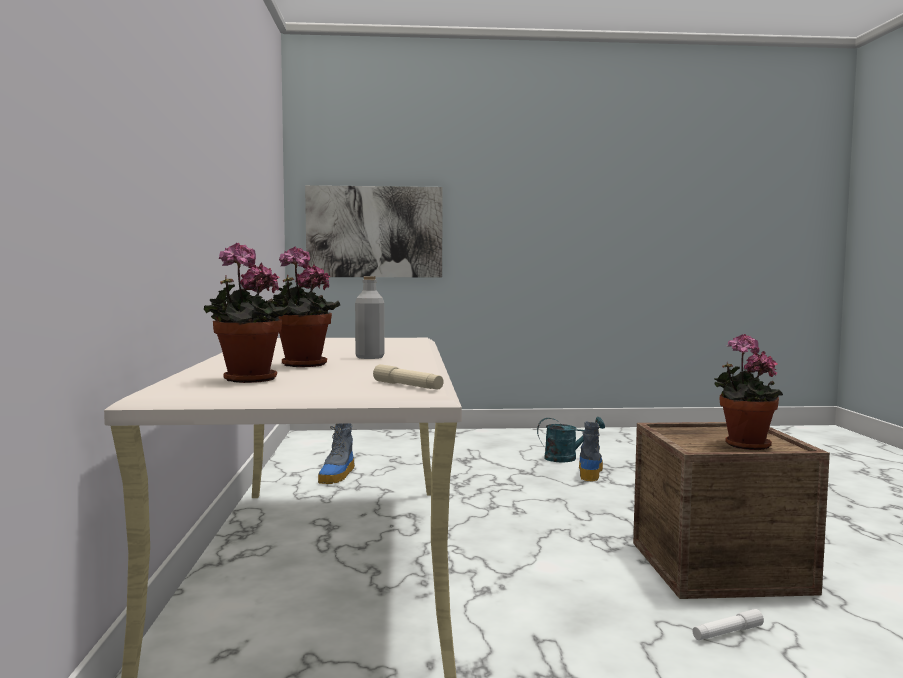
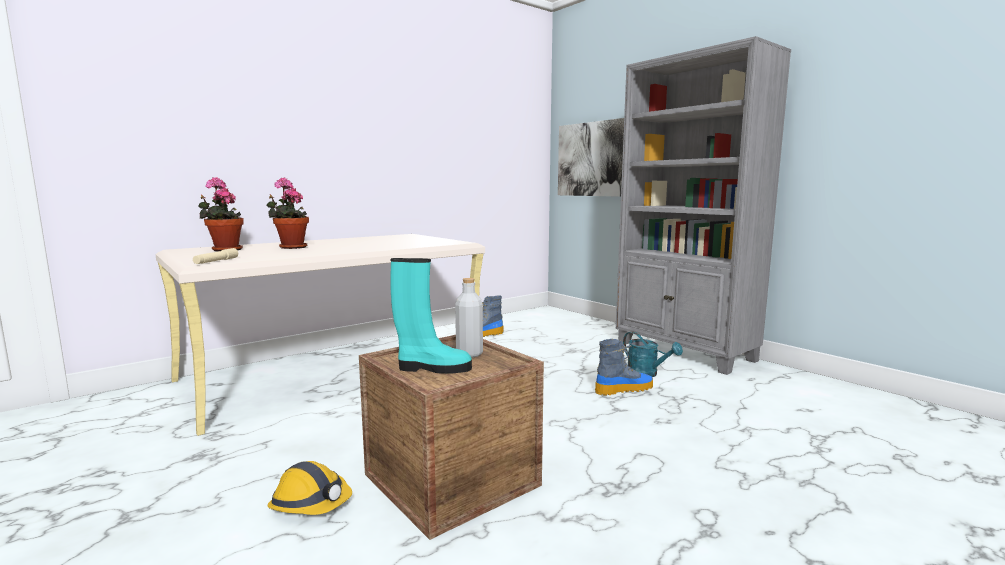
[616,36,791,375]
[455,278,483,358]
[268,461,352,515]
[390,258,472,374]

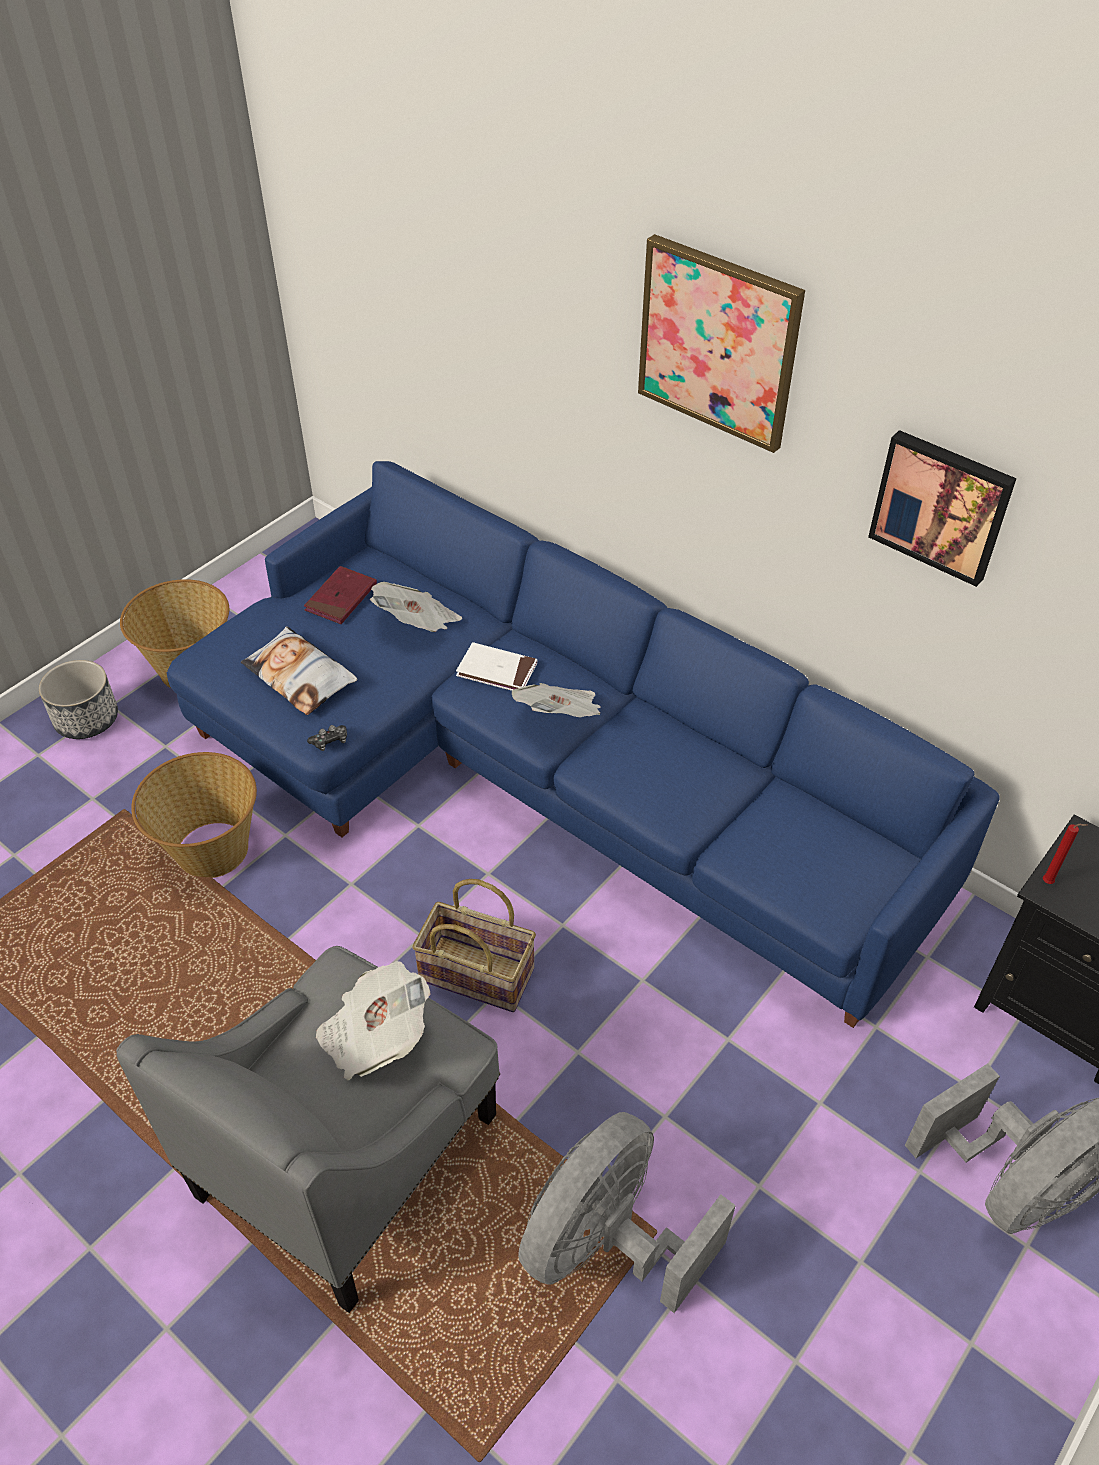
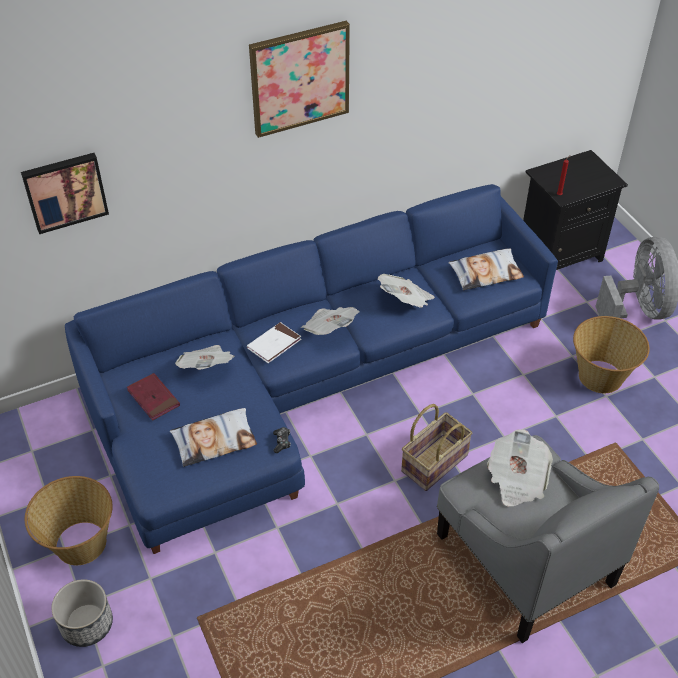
[518,1112,736,1313] (first image)
[378,274,435,308]
[448,249,524,290]
[573,316,650,393]
[21,153,109,234]

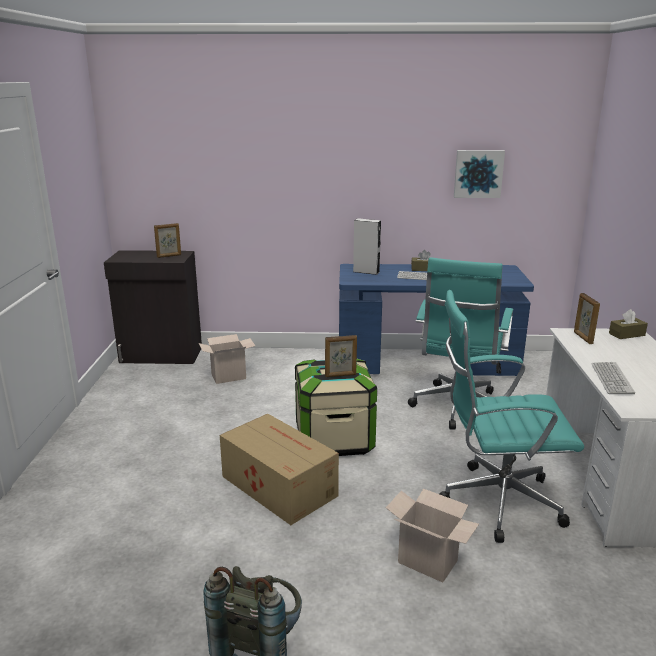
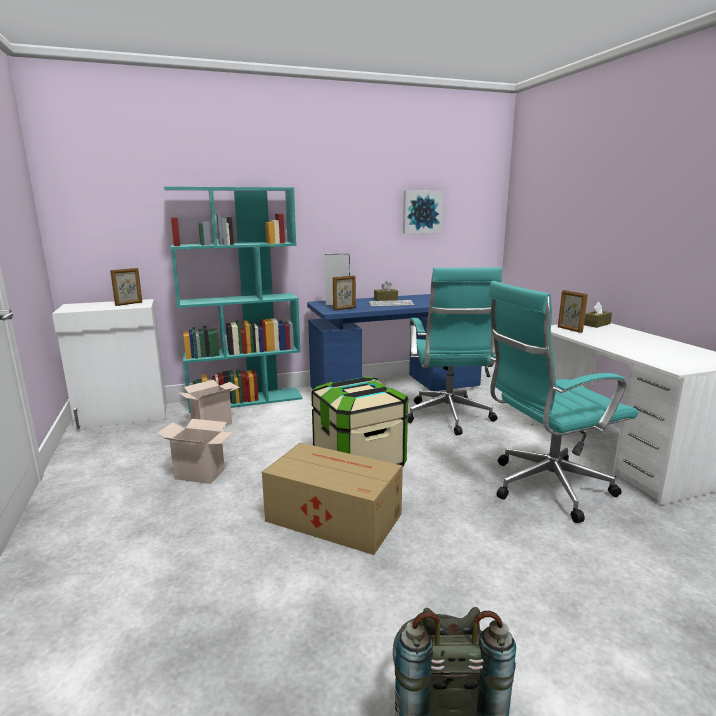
[591,362,635,394] (first image)
[164,187,302,413]
[333,275,356,310]
[157,419,234,484]
[52,299,167,430]

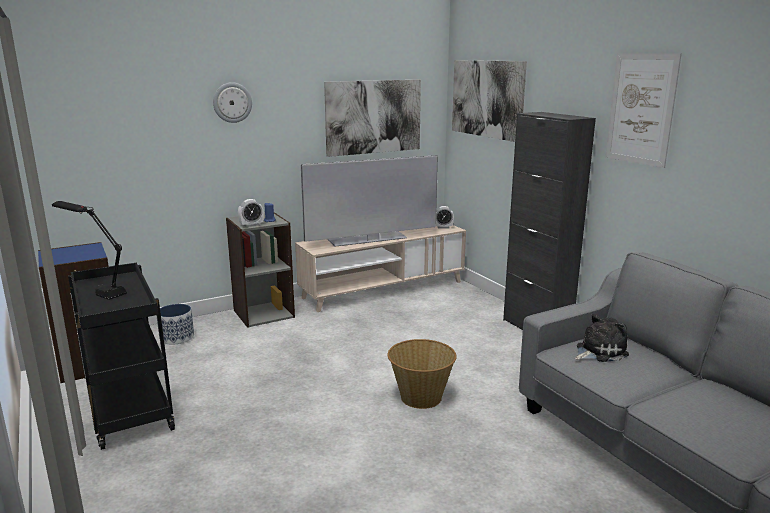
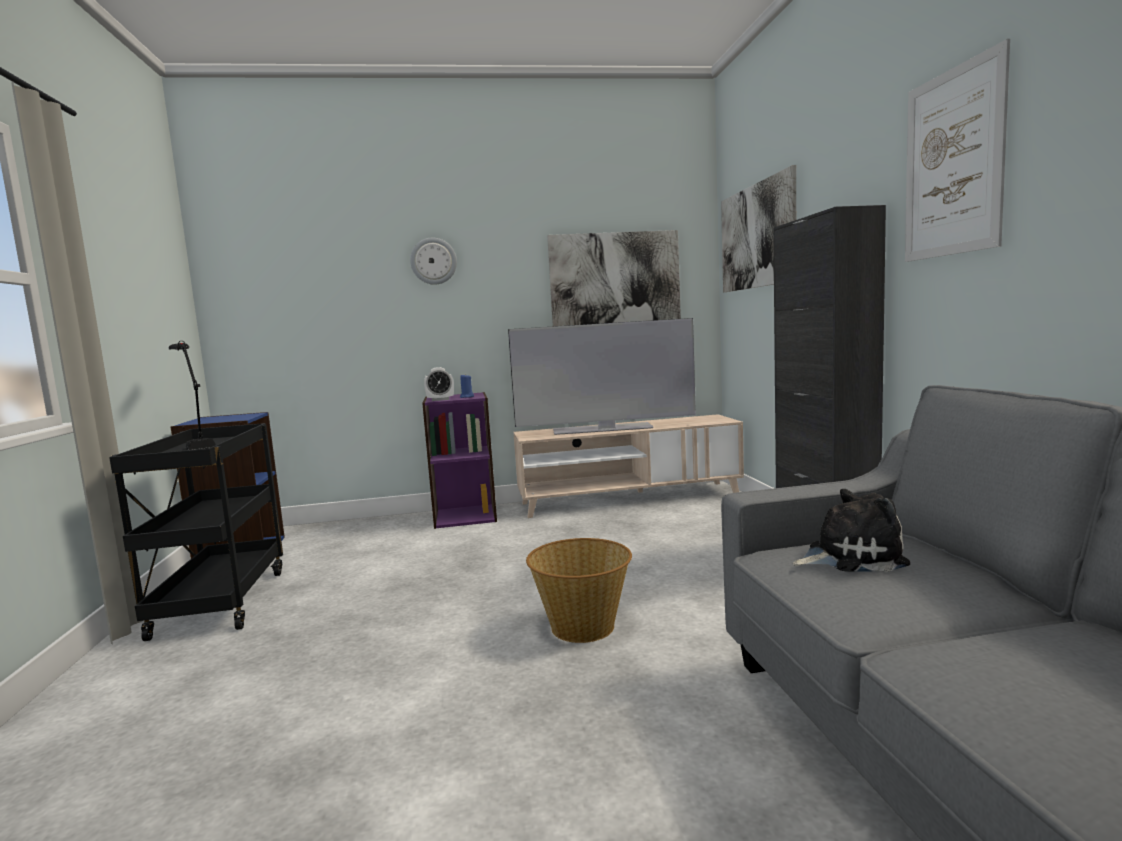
[156,304,194,345] (first image)
[436,206,454,228] (first image)
[422,392,497,529]

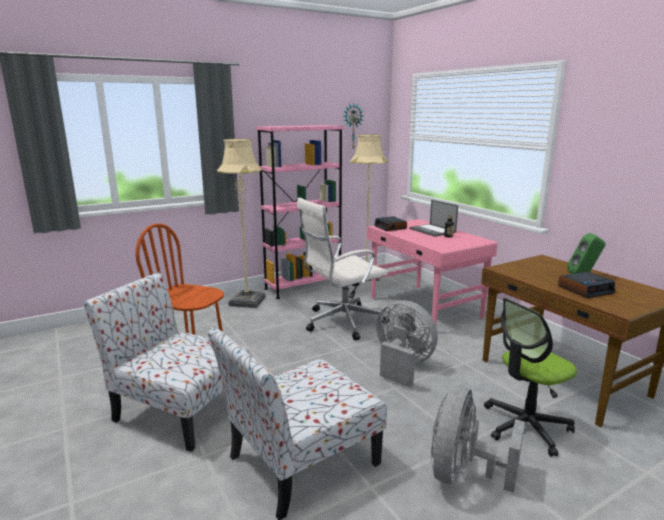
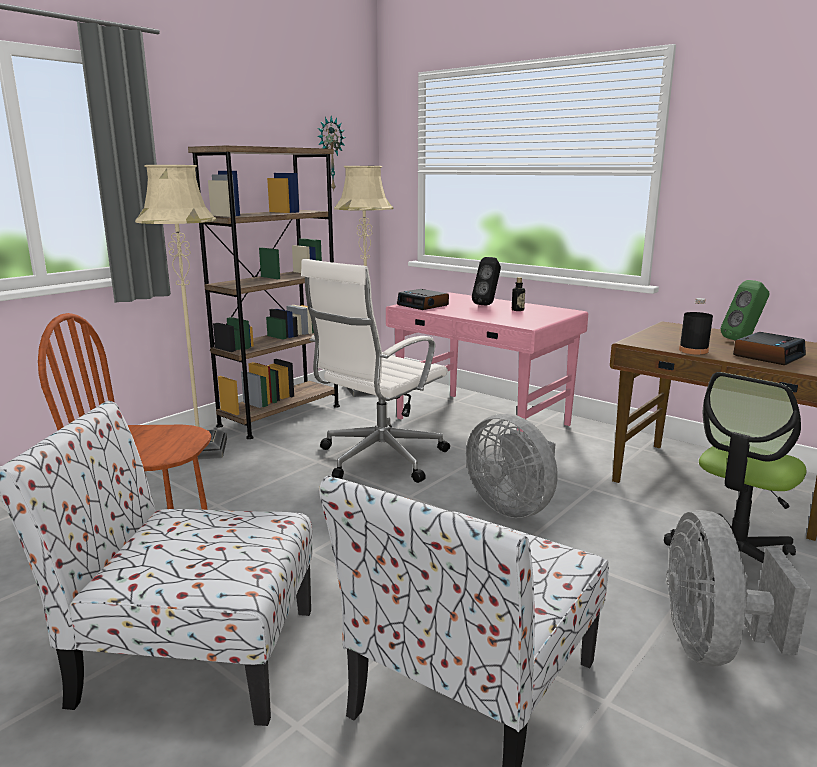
[679,298,713,355]
[472,257,501,305]
[188,145,340,439]
[466,414,558,518]

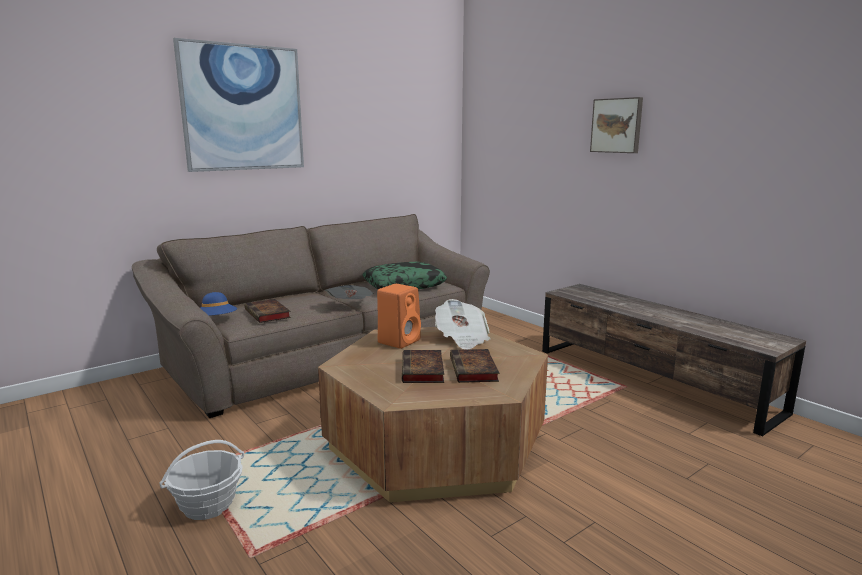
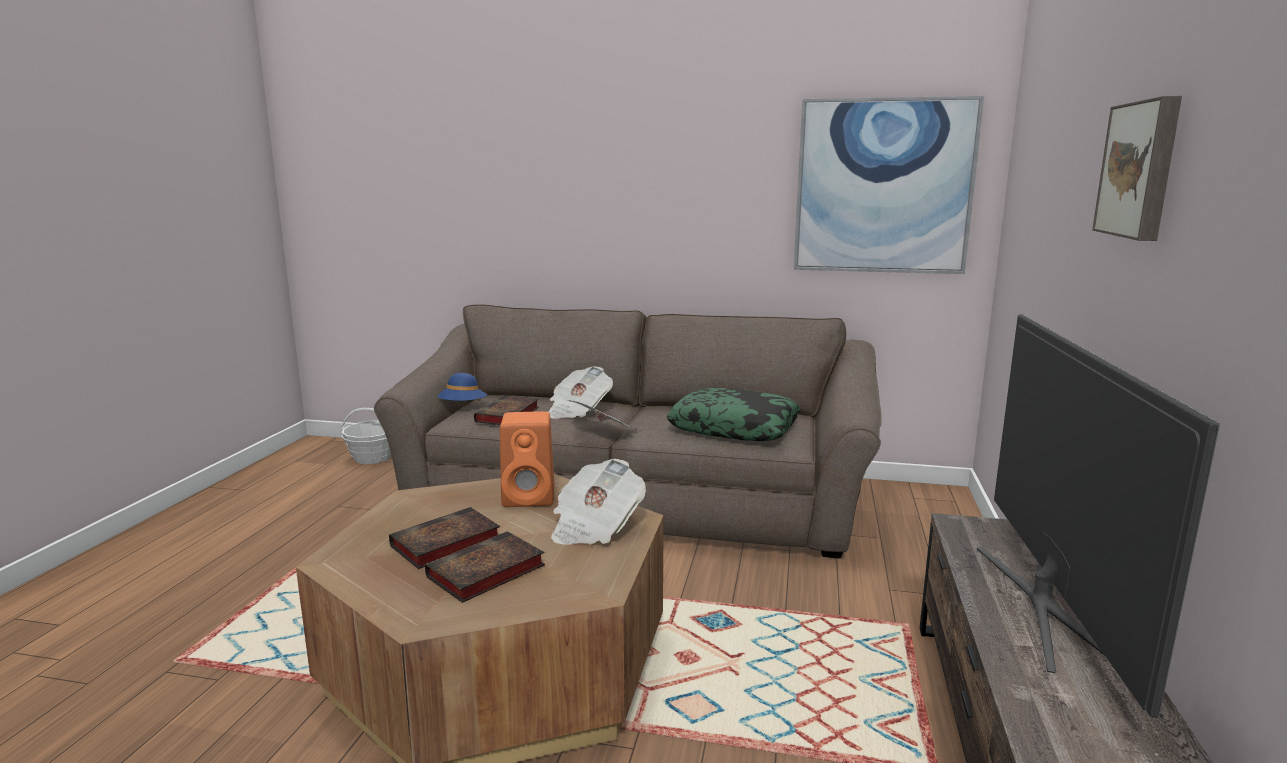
[548,366,613,419]
[977,314,1220,719]
[340,408,391,464]
[794,96,984,274]

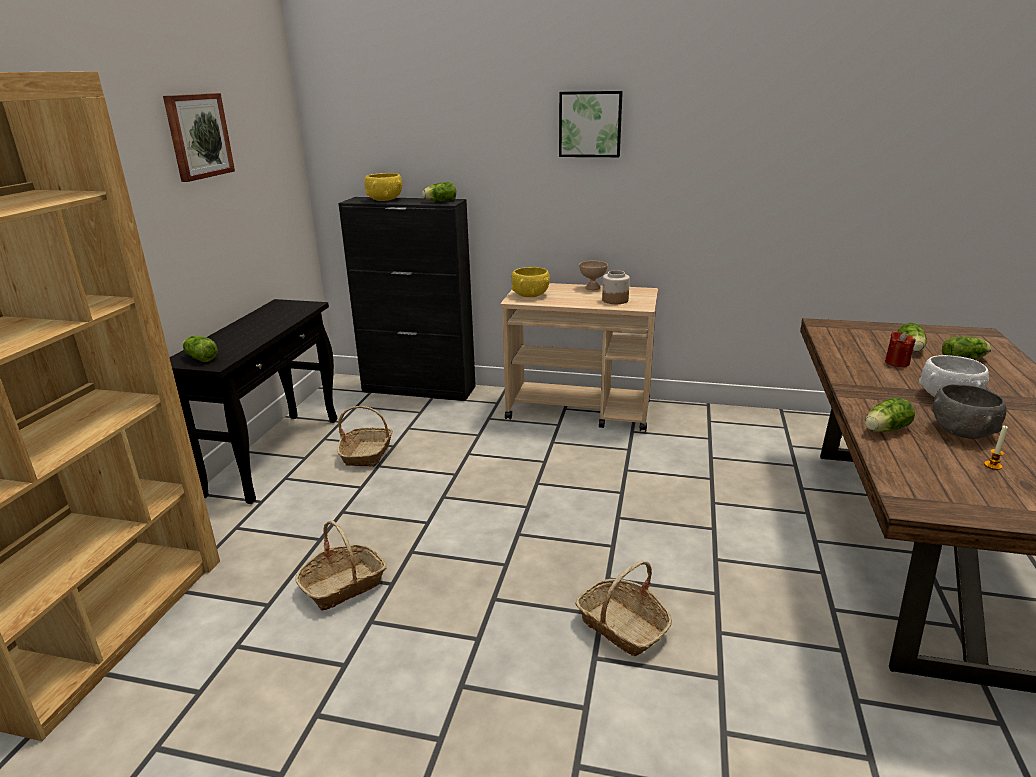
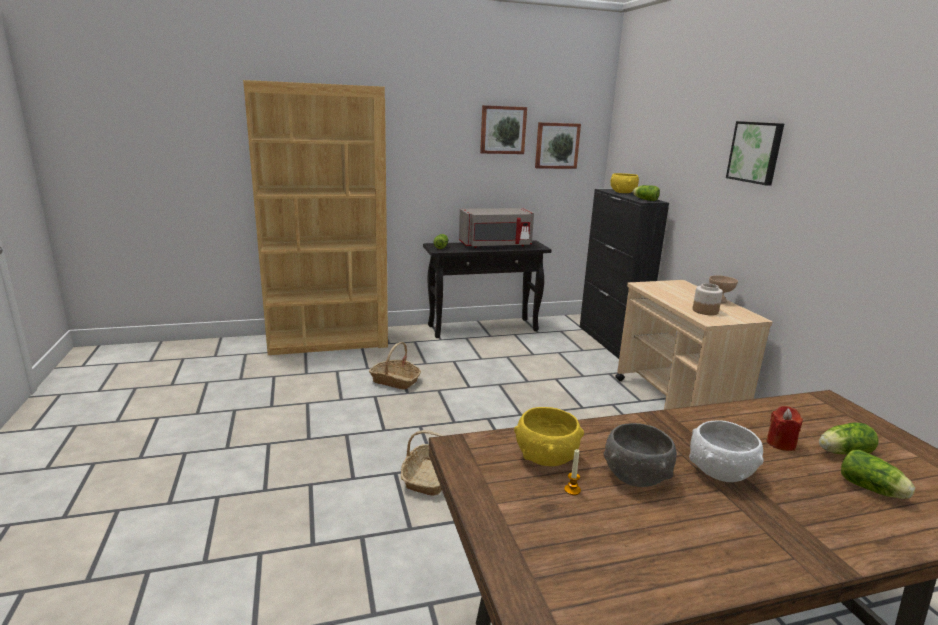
[337,406,392,467] (first image)
[865,398,915,432] (first image)
[459,208,534,248]
[535,122,581,169]
[514,407,584,466]

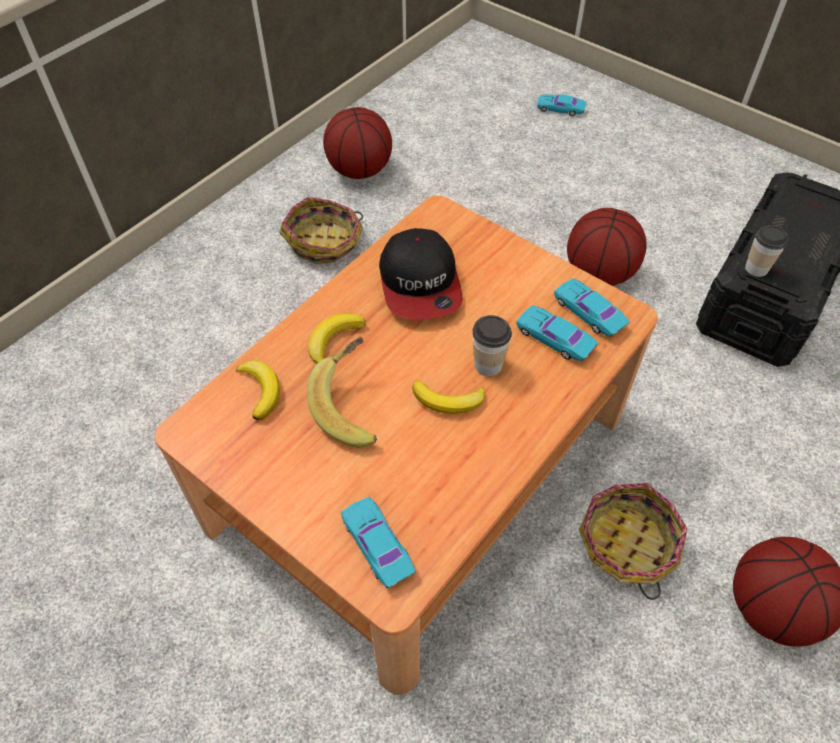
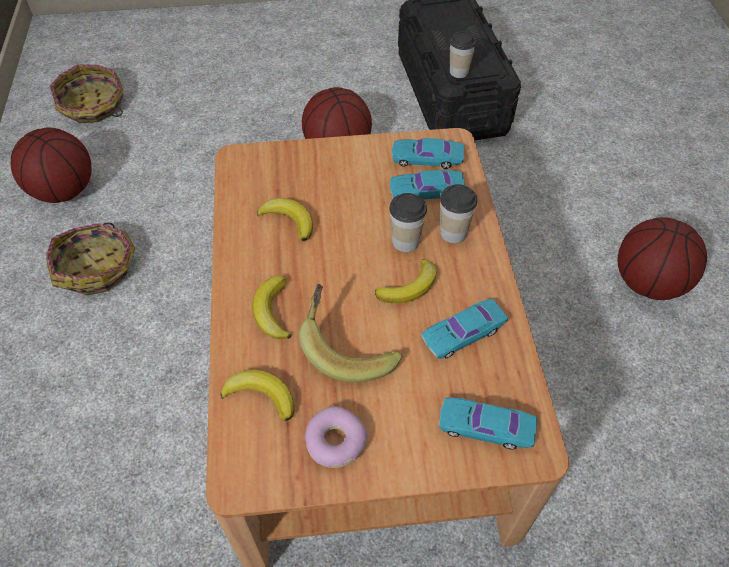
[305,406,368,468]
[440,184,477,243]
[421,299,508,359]
[50,64,124,123]
[257,198,313,241]

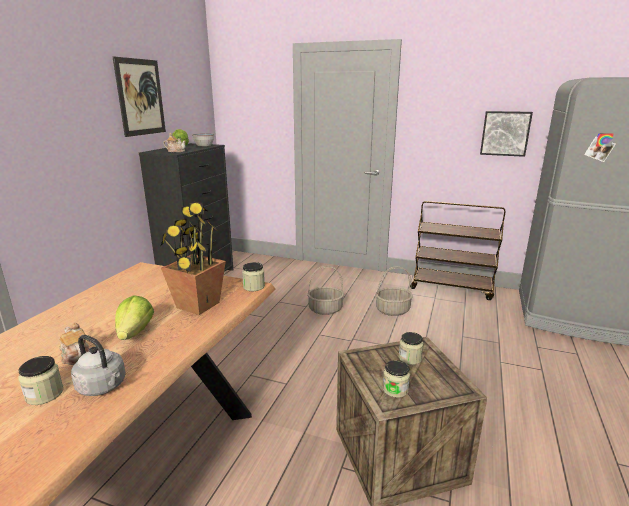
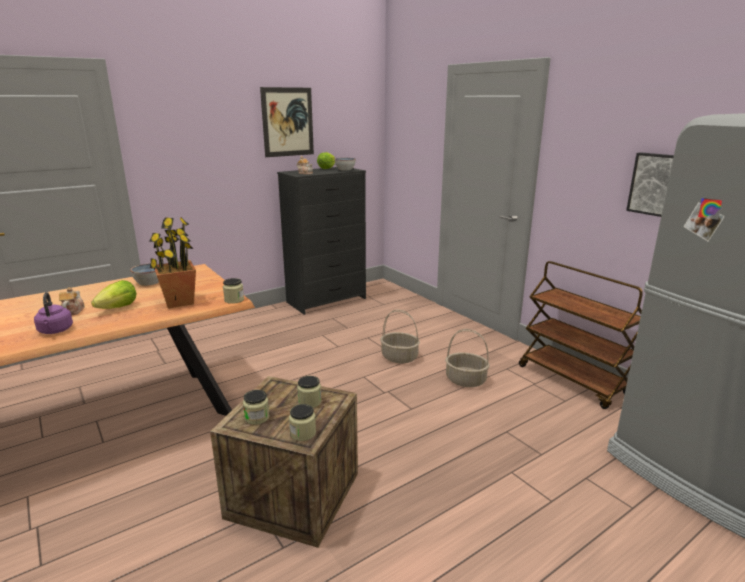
[130,263,159,286]
[289,404,316,441]
[34,292,73,334]

